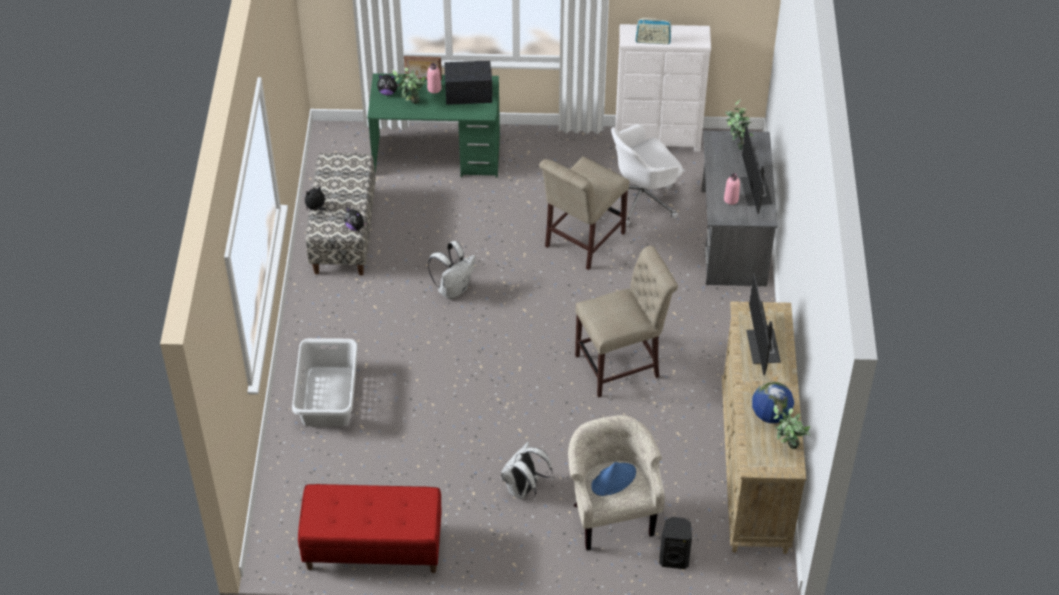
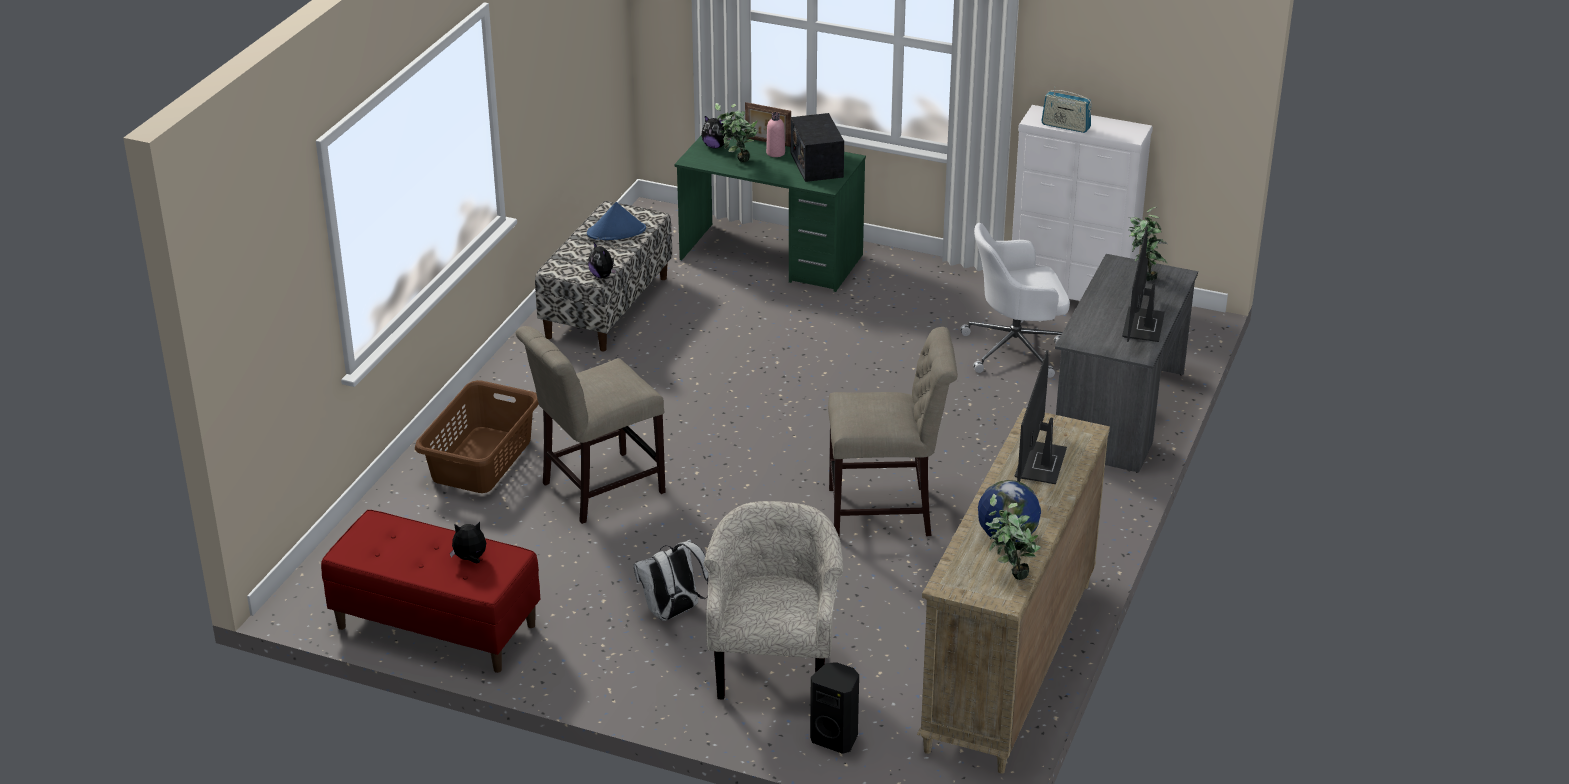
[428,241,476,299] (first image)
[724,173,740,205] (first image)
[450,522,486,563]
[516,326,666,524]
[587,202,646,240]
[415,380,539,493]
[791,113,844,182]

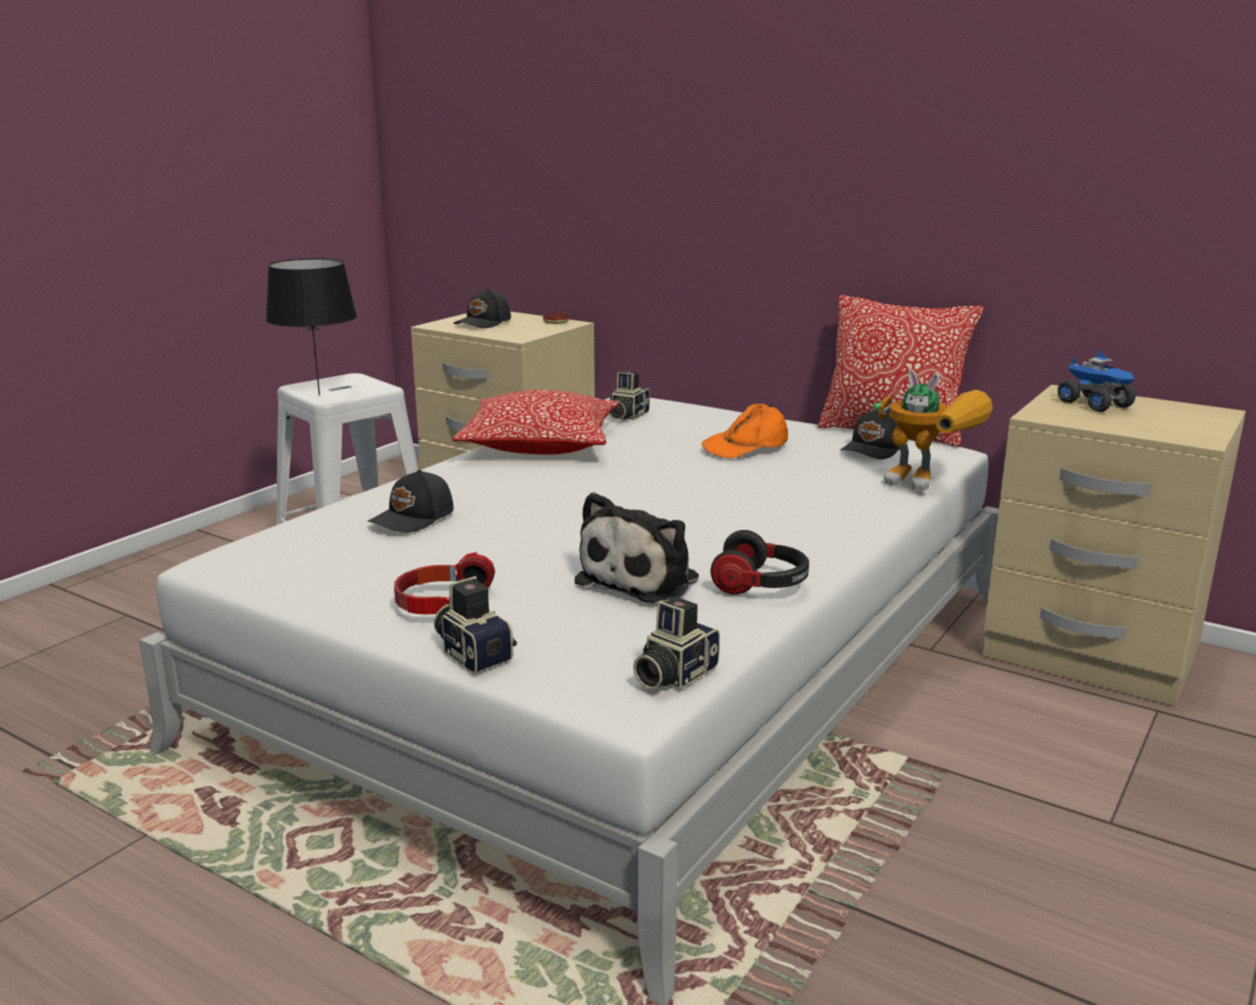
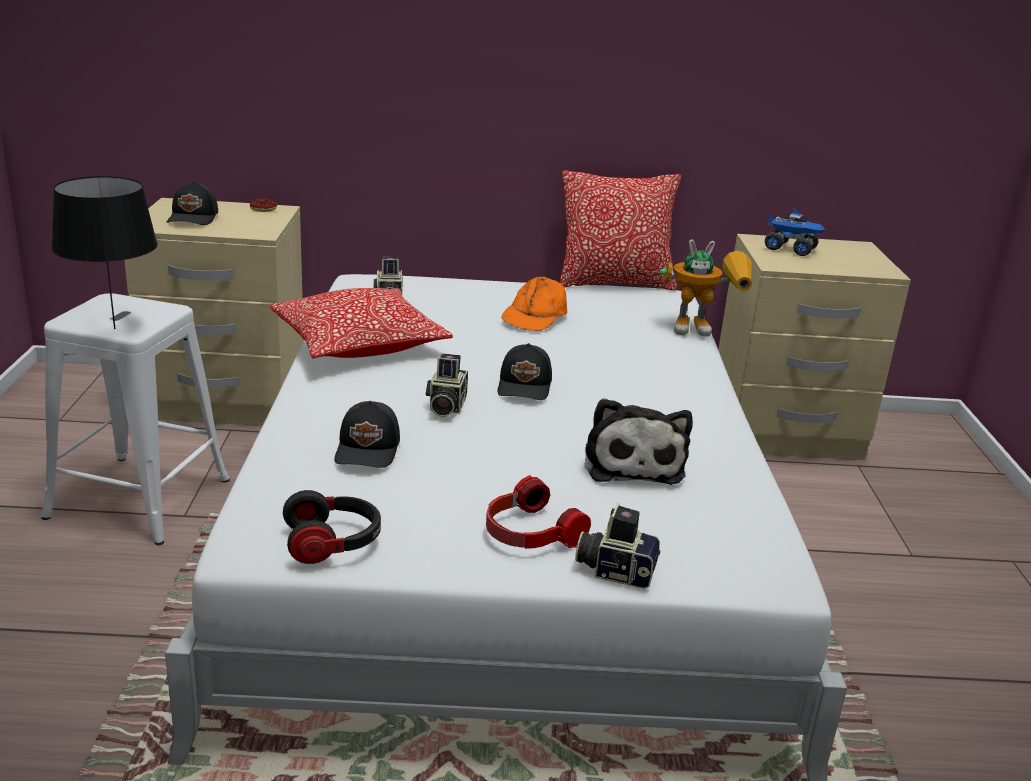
[426,353,468,417]
[283,490,381,564]
[497,343,552,400]

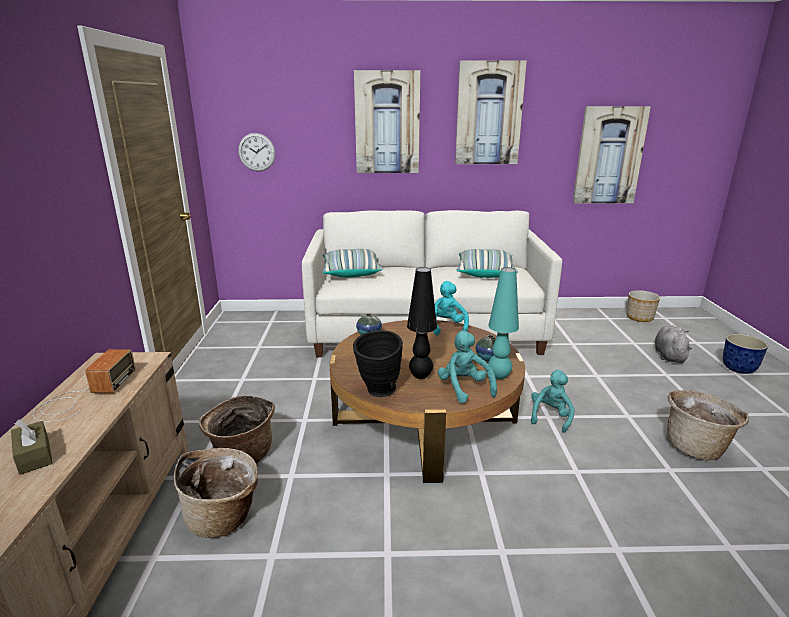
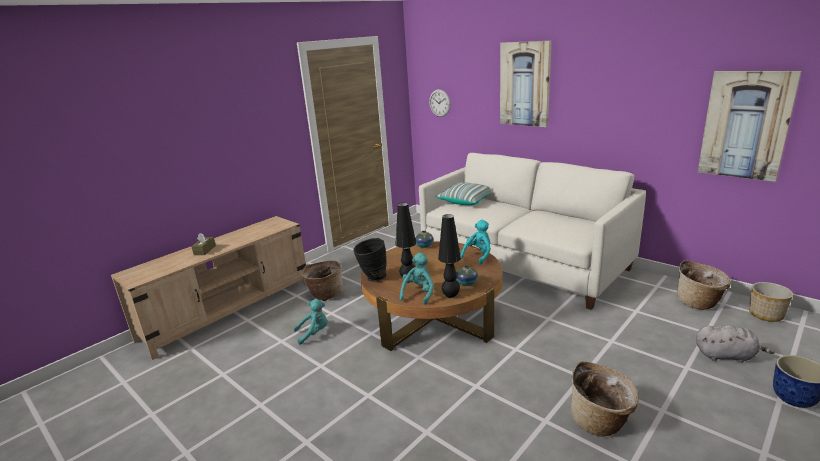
[33,349,136,422] (first image)
[455,60,527,164] (first image)
[456,249,518,278] (first image)
[677,260,731,310]
[294,299,328,345]
[438,214,461,298]
[696,325,775,363]

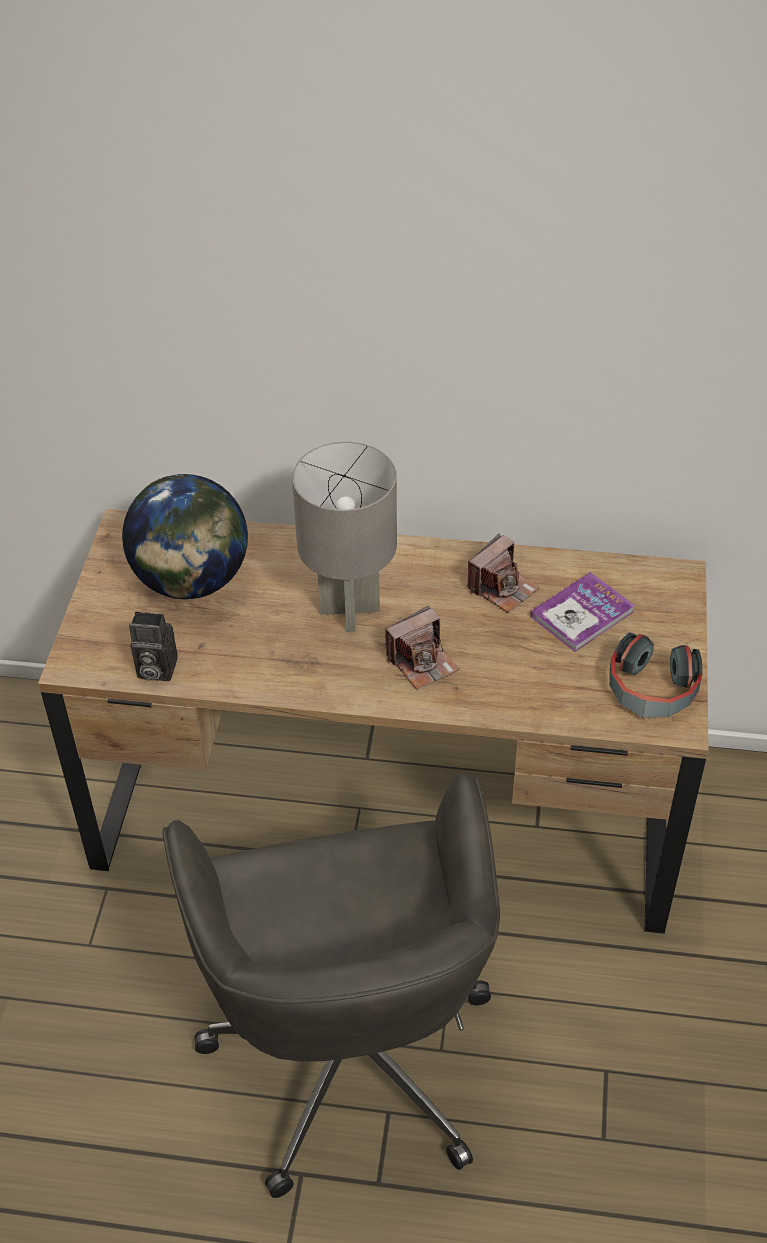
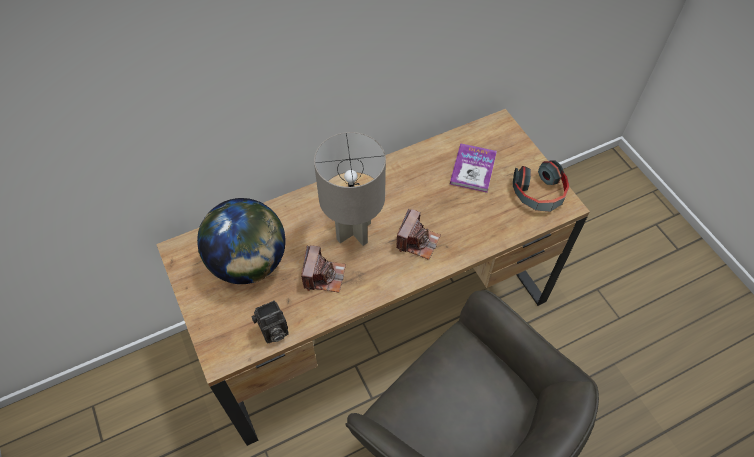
[301,245,346,292]

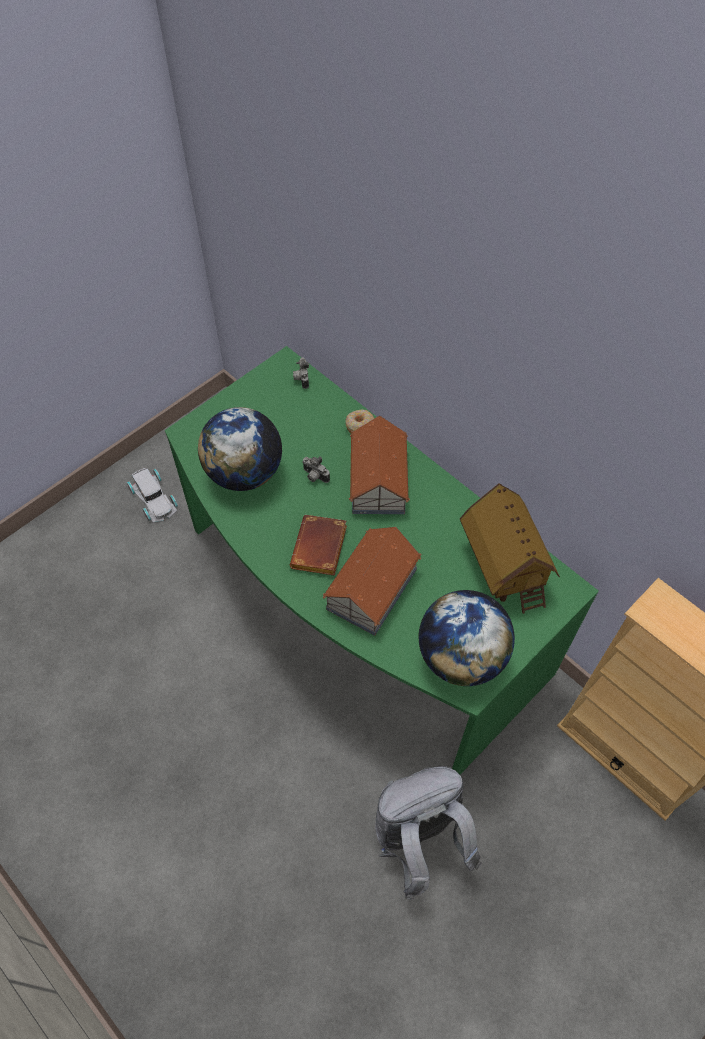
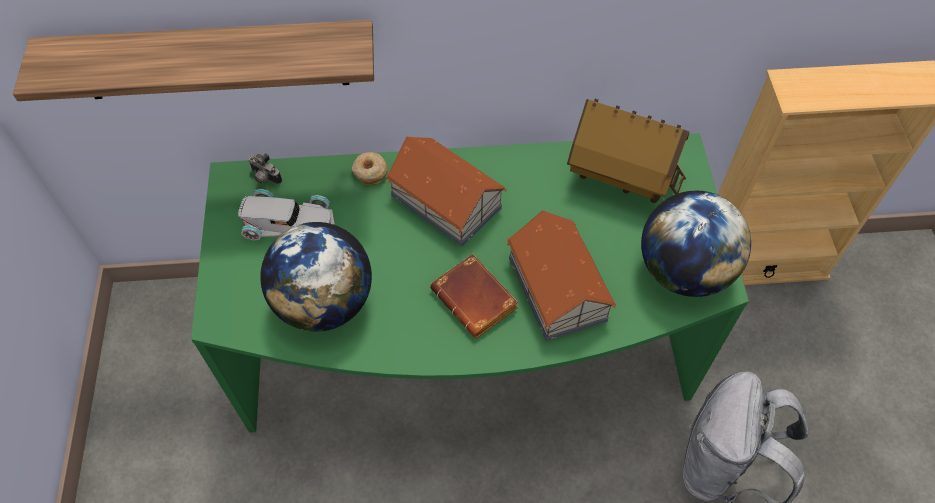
[302,456,330,483] (first image)
[13,20,374,101]
[238,189,335,241]

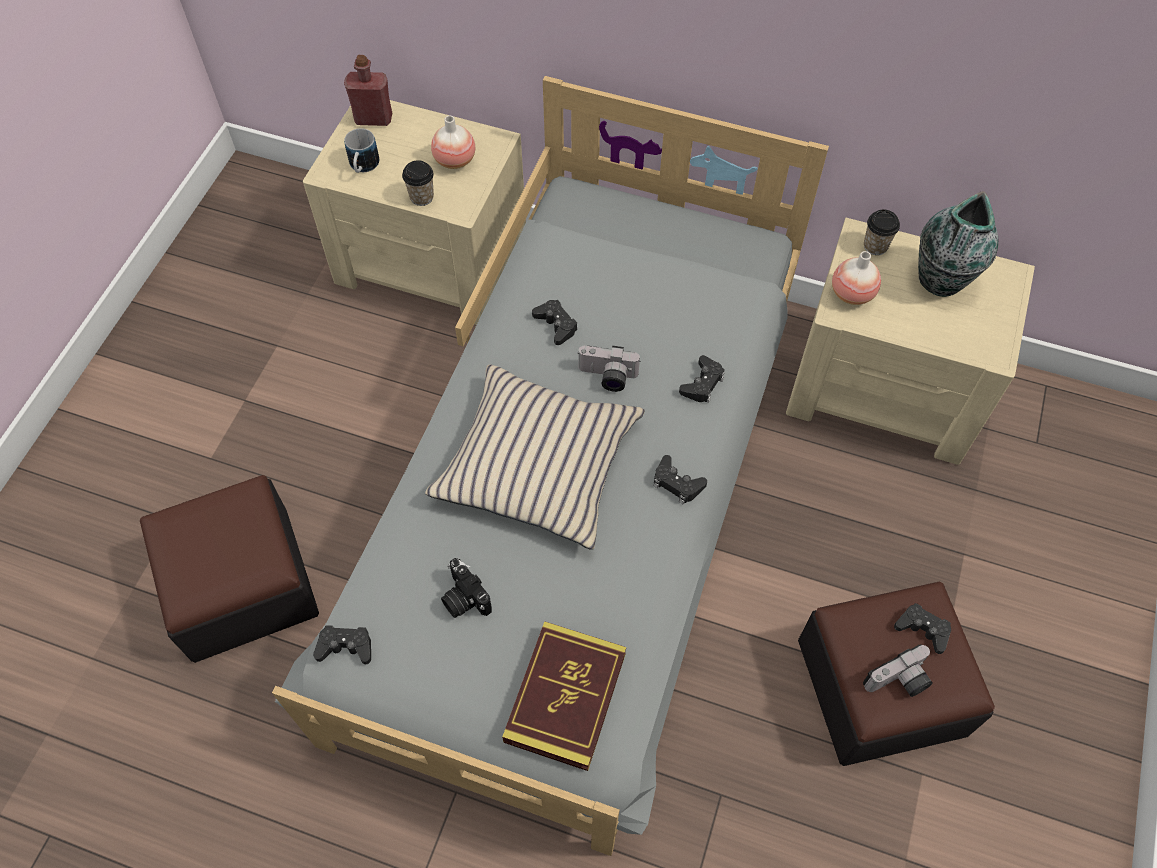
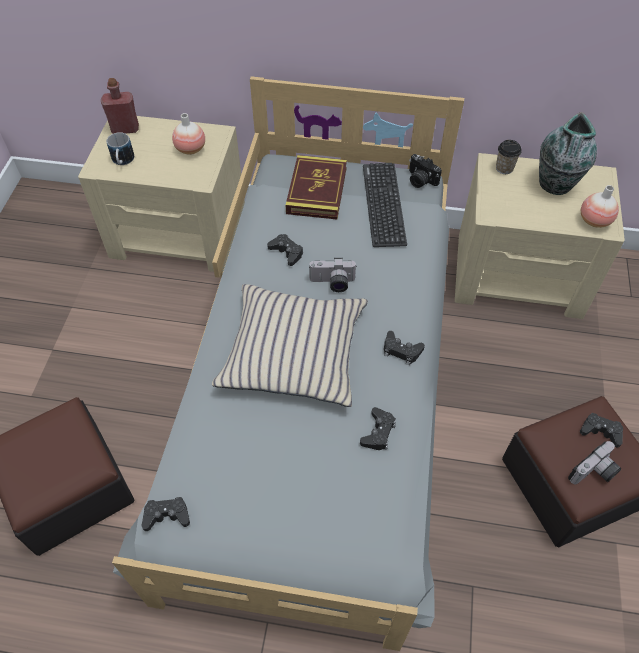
[402,160,434,206] (first image)
[363,163,407,247]
[409,154,442,188]
[286,155,347,219]
[360,407,396,450]
[581,185,619,228]

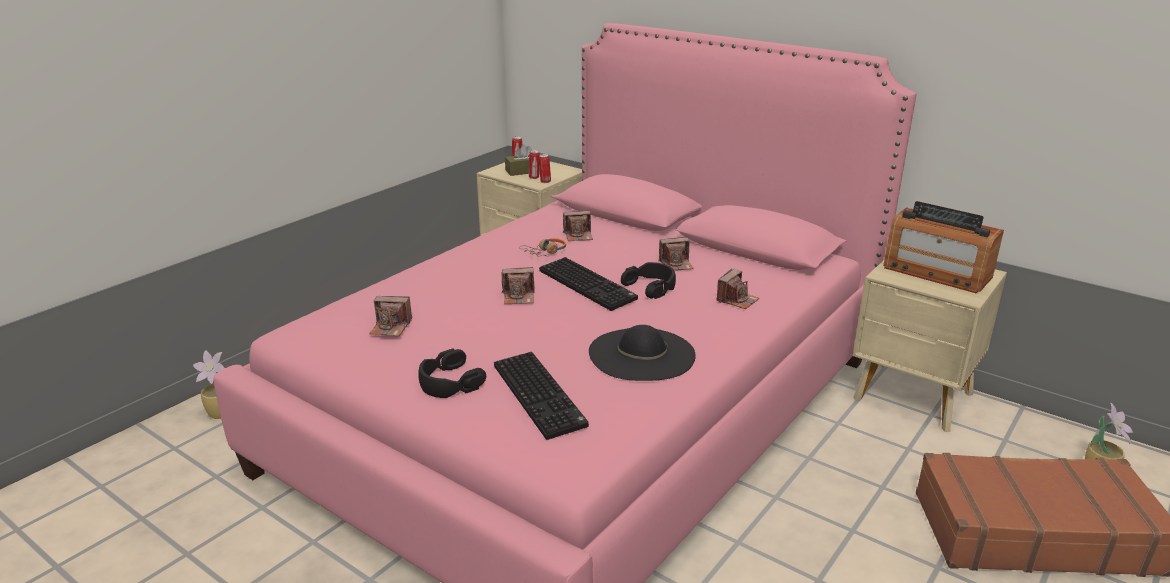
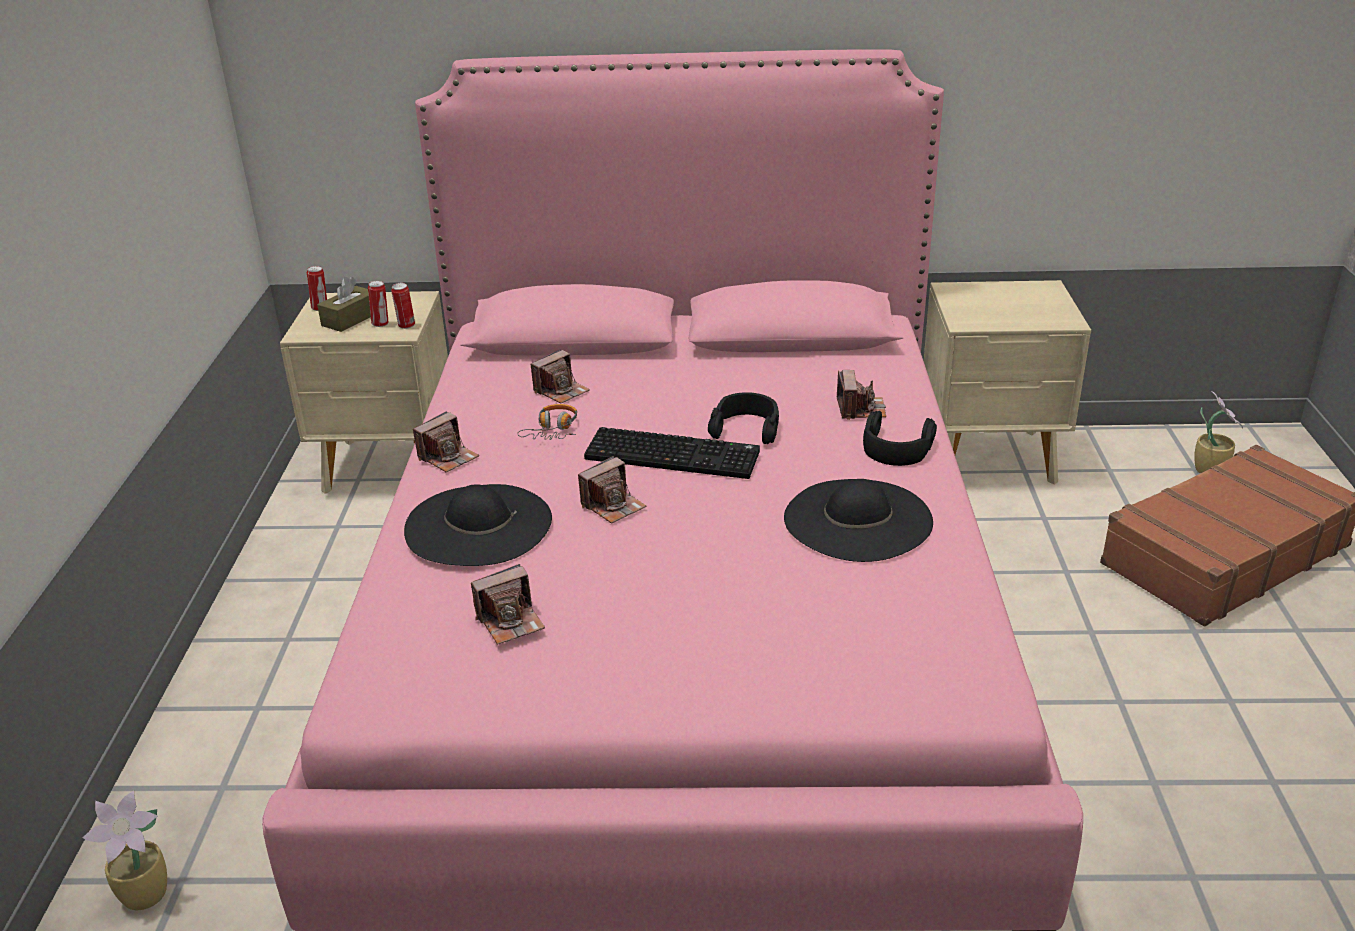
[494,352,589,440] (first image)
[883,201,1004,293] (first image)
[404,484,552,566]
[863,410,937,466]
[413,411,479,472]

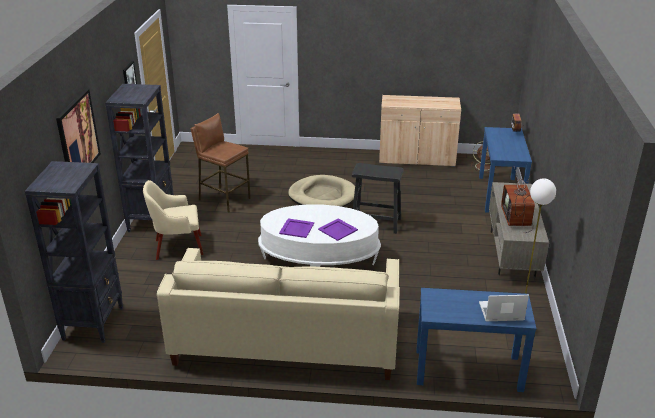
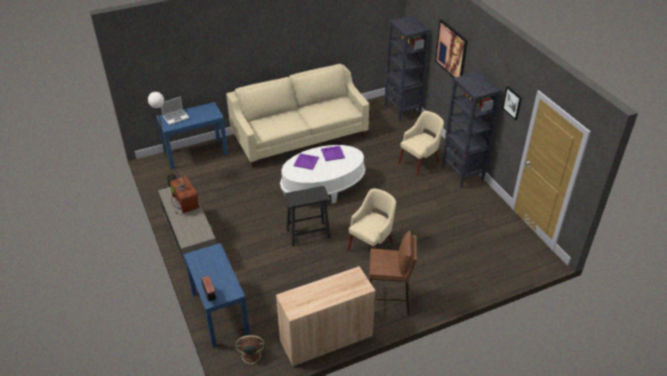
[369,231,417,314]
[347,189,396,251]

